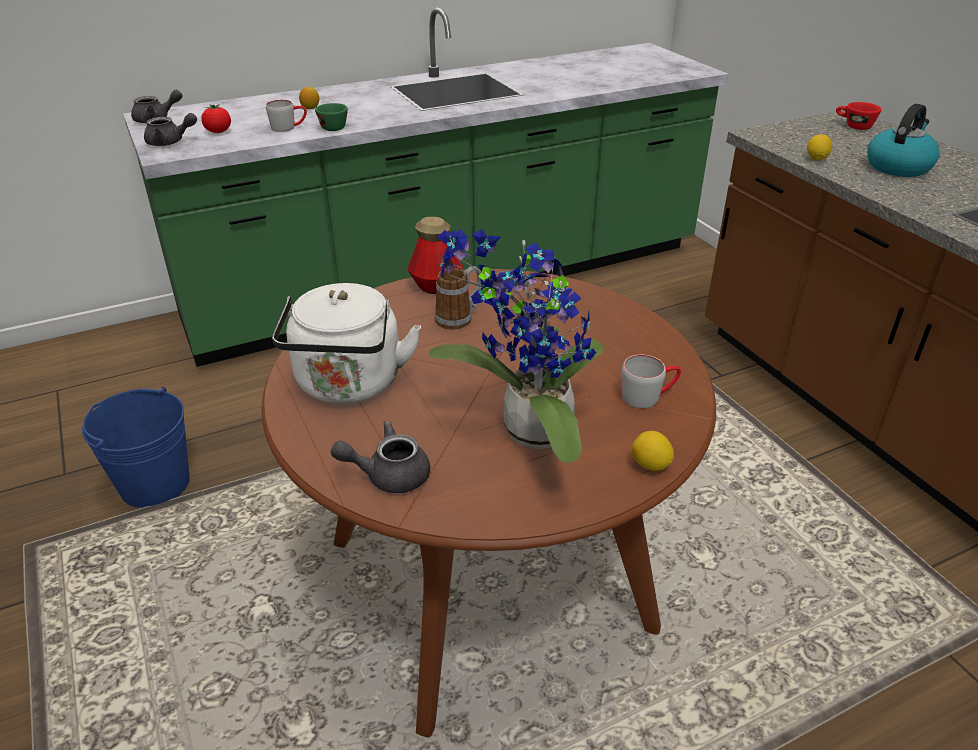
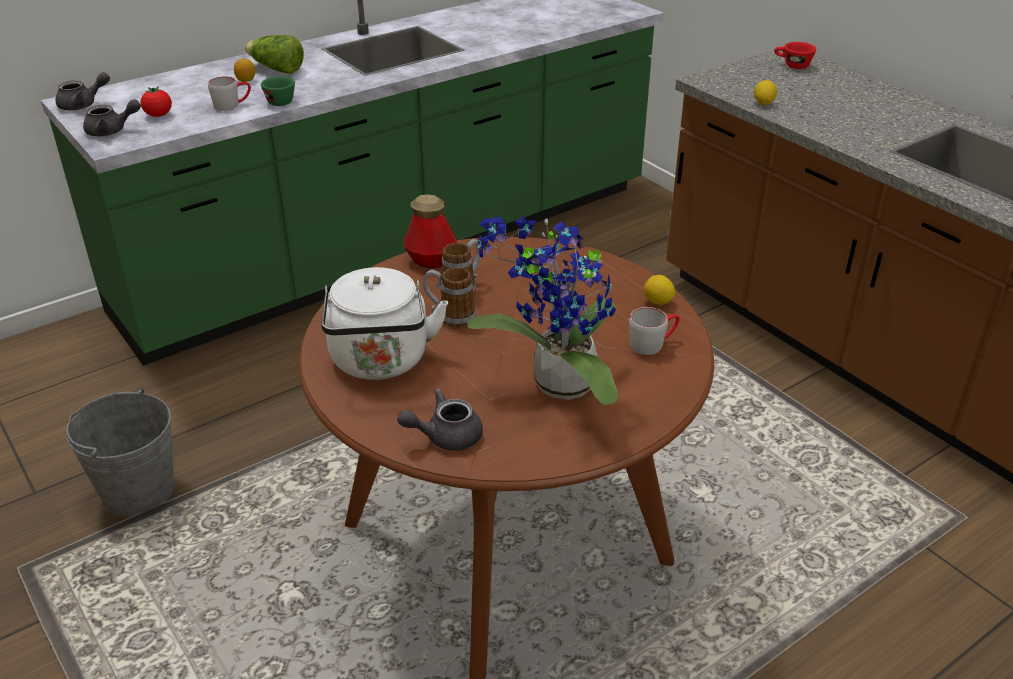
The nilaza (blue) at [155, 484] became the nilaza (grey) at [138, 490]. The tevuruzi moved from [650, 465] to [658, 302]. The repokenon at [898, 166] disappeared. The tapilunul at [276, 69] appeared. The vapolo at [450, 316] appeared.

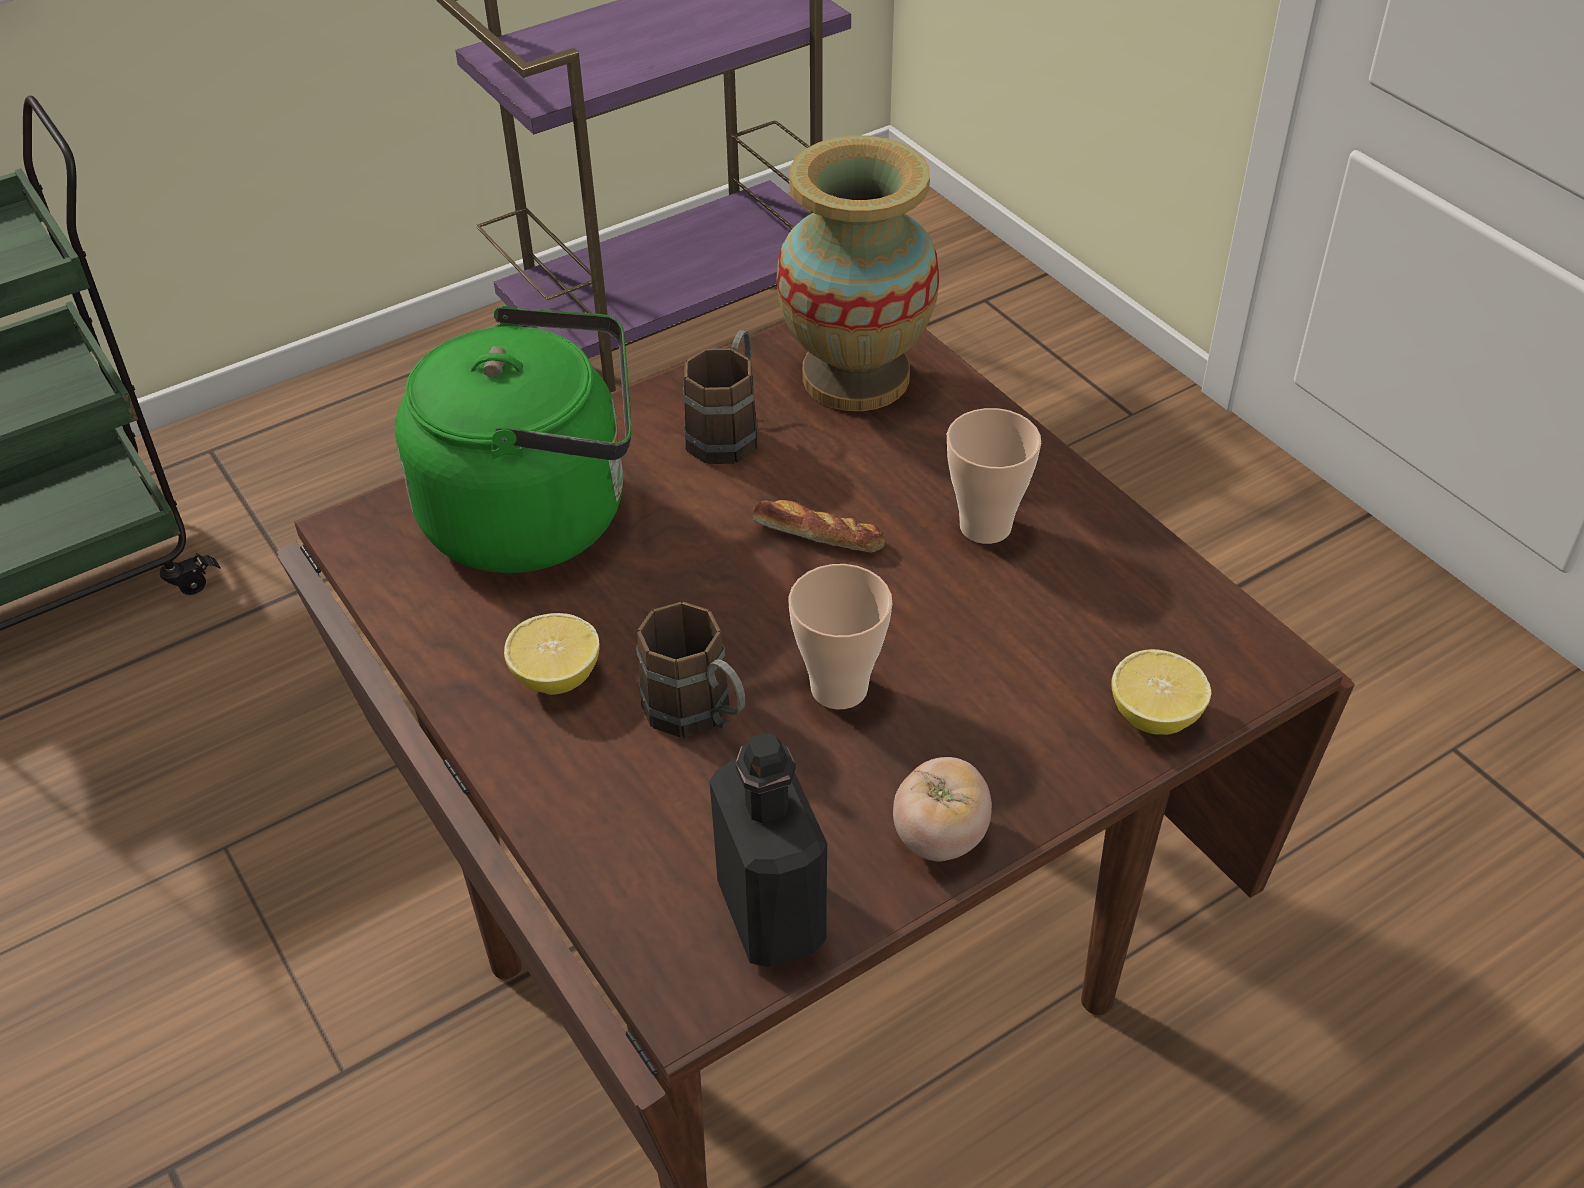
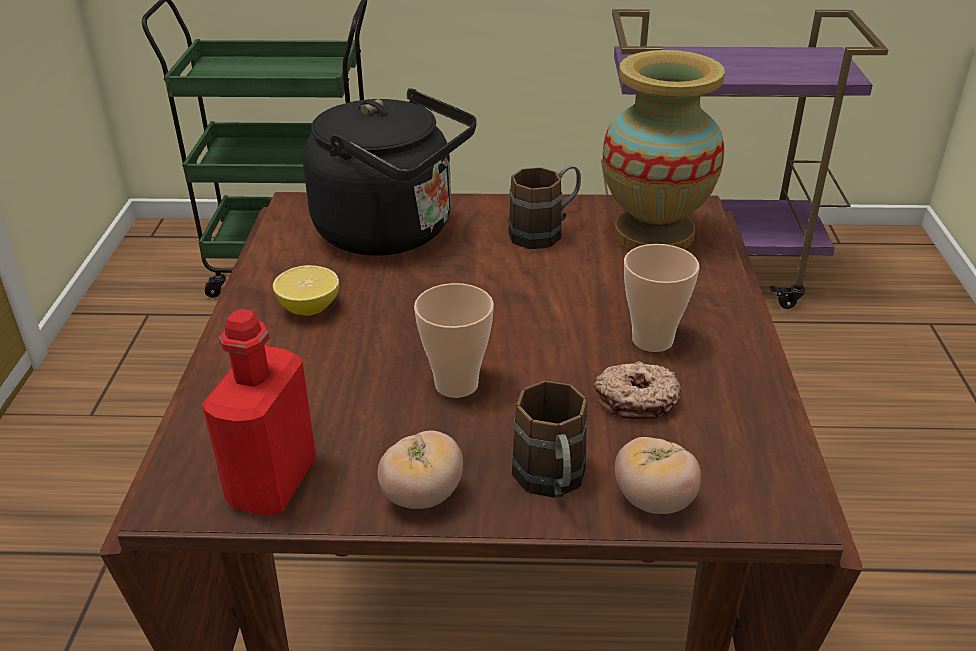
The repokenon (green) at [539, 514] became the repokenon (black) at [393, 232]. The vapolo (brown) moved from [699, 716] to [552, 484]. The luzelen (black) at [771, 914] became the luzelen (red) at [272, 483]. The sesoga at [818, 534] disappeared. The tevuruzi at [1154, 715] was replaced by the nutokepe at [653, 500]. The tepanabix at [636, 399] appeared.

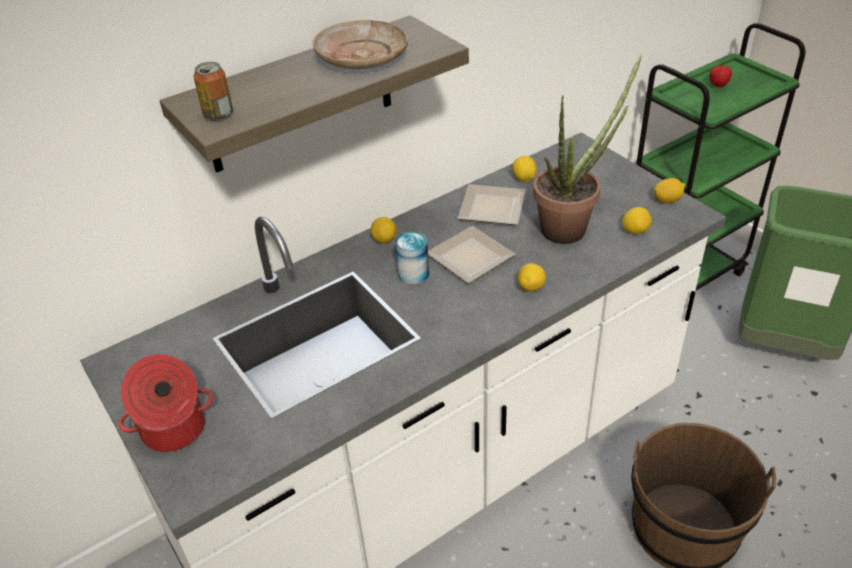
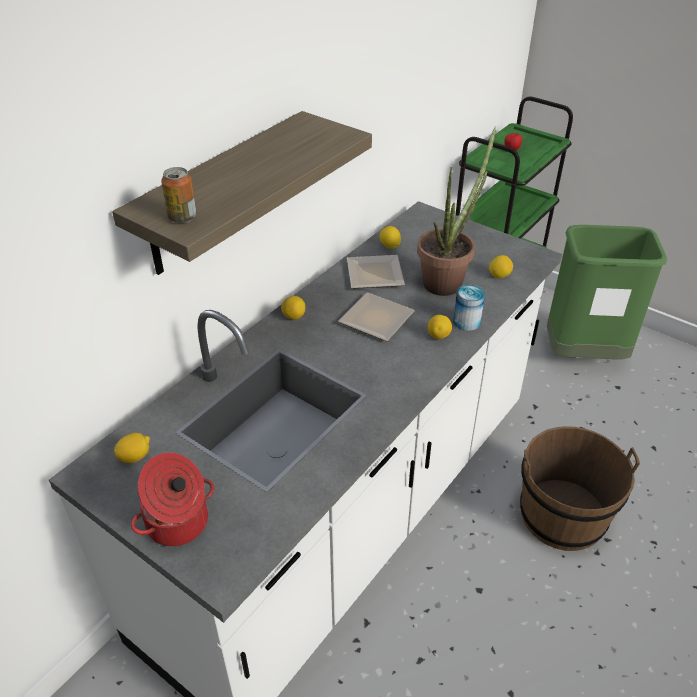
The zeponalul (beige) at [361, 57] disappeared. The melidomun moved from [413, 274] to [466, 322]. The tevuruzi moved from [667, 200] to [135, 456].

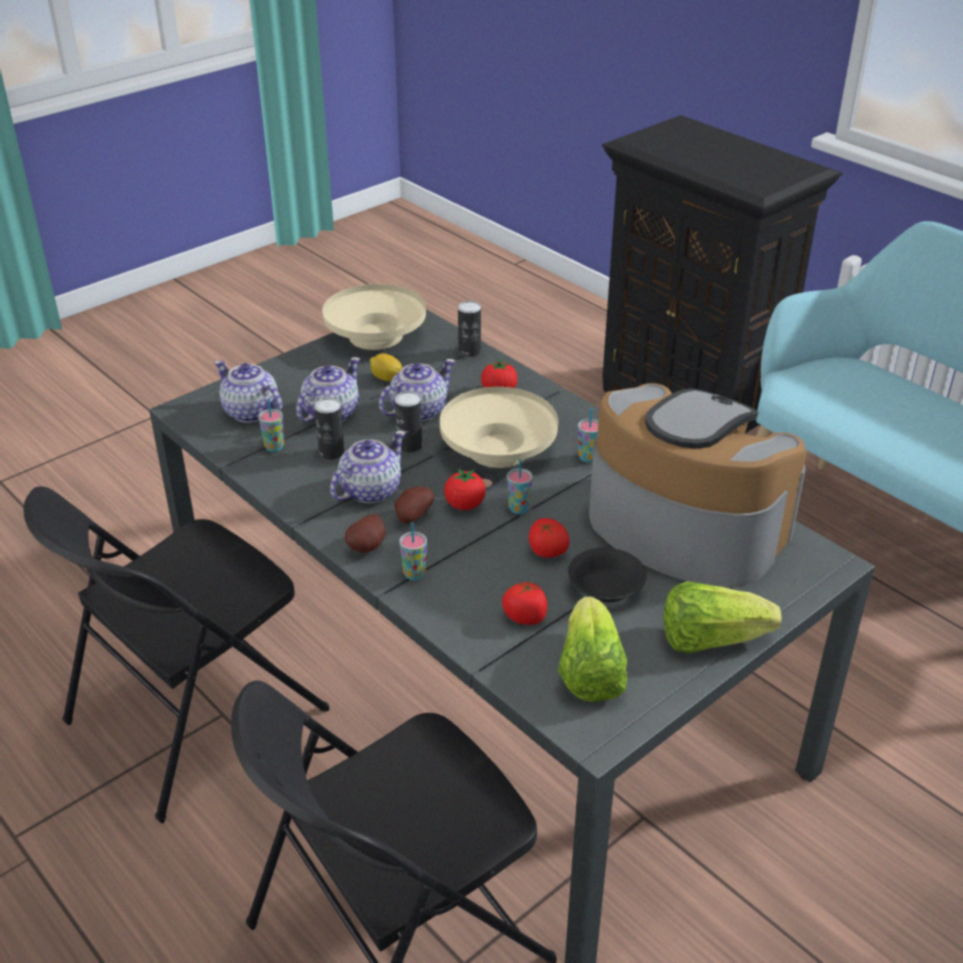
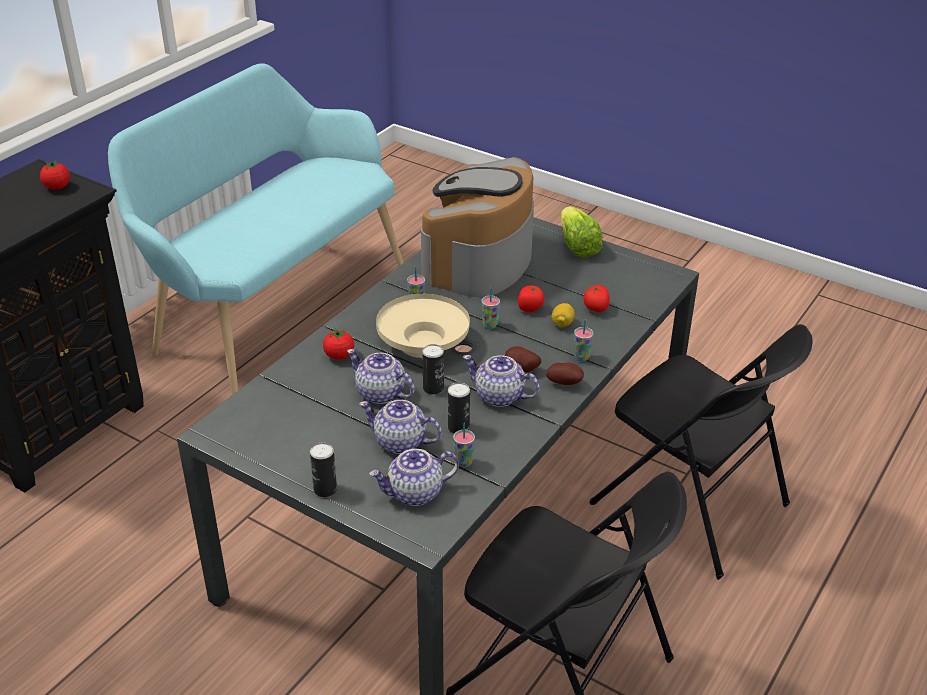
The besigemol at [250, 412] turned 45 degrees clockwise. The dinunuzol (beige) at [375, 336] disappeared. The tevuruzi moved from [386, 378] to [562, 324]. The nutokepe moved from [465, 505] to [57, 187]. The melidomun moved from [469, 351] to [325, 489]. The tapilunul at [590, 672] disappeared. The dinunuzol (black) at [604, 589] disappeared.

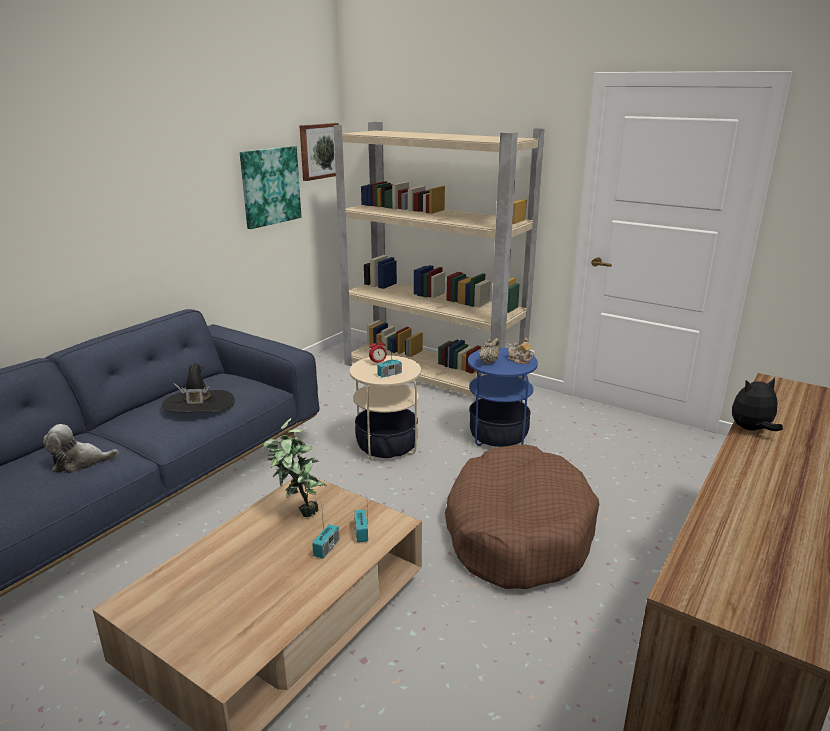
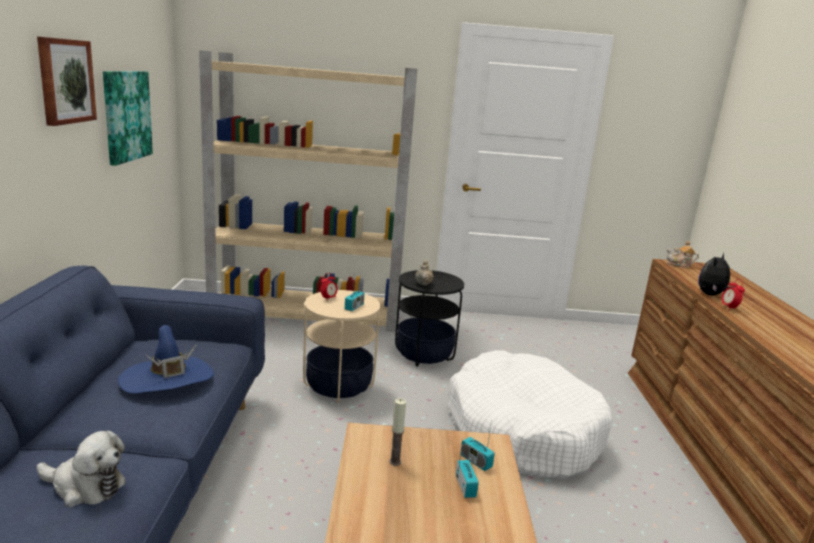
The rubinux at [79, 462] turned 120 degrees counterclockwise. The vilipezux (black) at [198, 405] became the vilipezux (blue) at [167, 379]. The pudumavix at [298, 512] was replaced by the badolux at [395, 462]. The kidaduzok moved from [319, 151] to [65, 81]. The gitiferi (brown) at [517, 532] became the gitiferi (white) at [522, 429]. The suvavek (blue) at [498, 437] became the suvavek (black) at [424, 355]. The besigemol moved from [519, 360] to [679, 265]. The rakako at [729, 308] appeared.

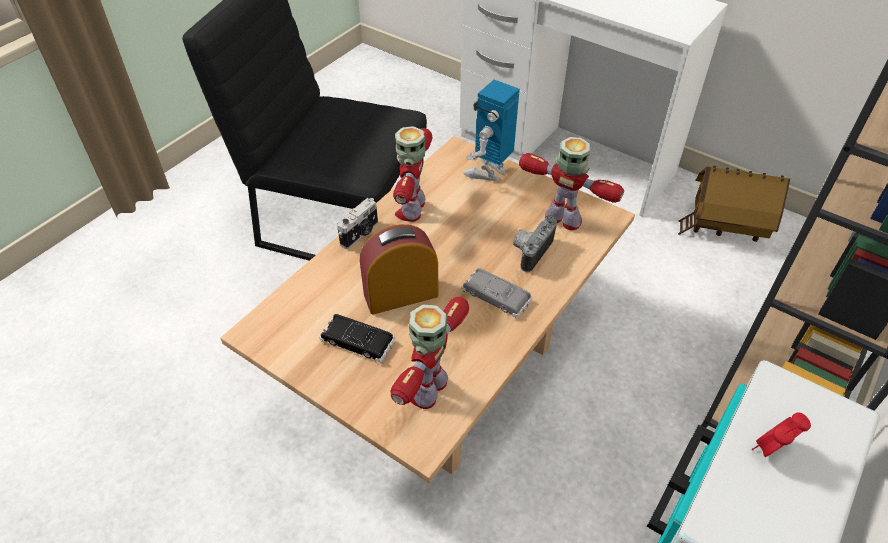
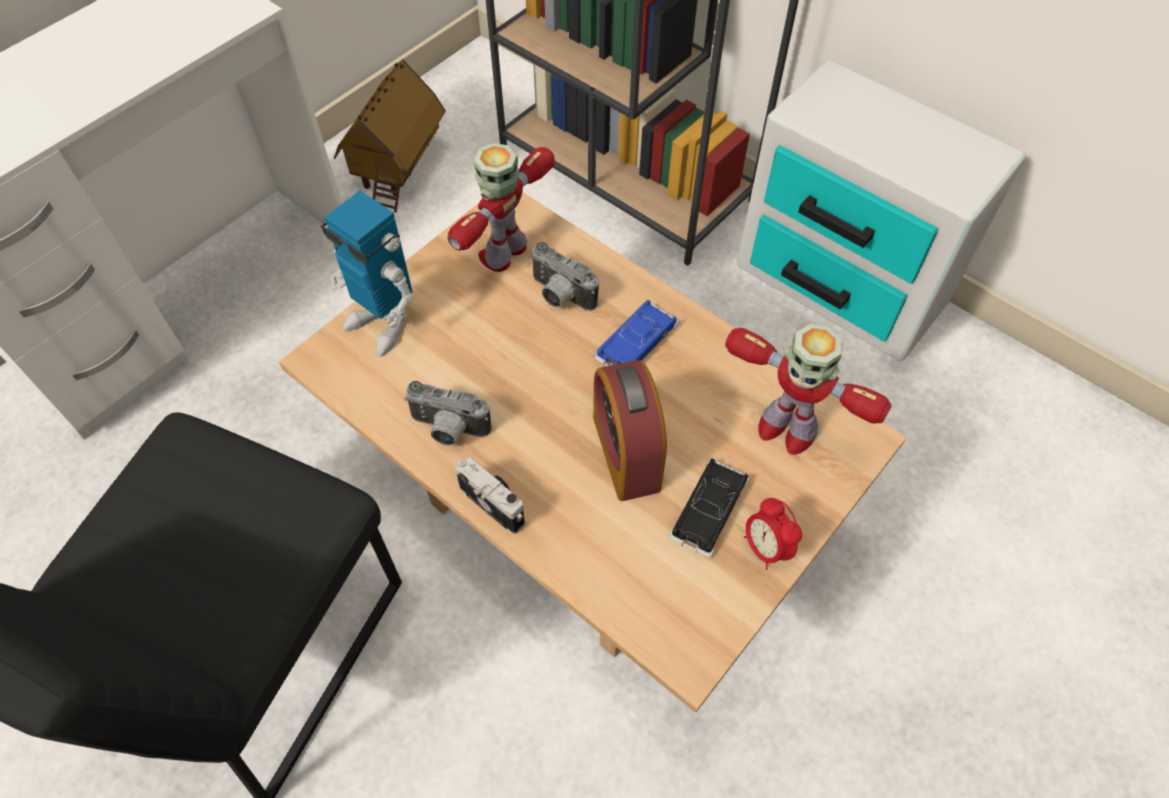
The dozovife at [412, 208] was replaced by the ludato at [448, 430]. The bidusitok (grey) at [496, 296] became the bidusitok (blue) at [636, 343]. The rakako moved from [770, 450] to [765, 548].

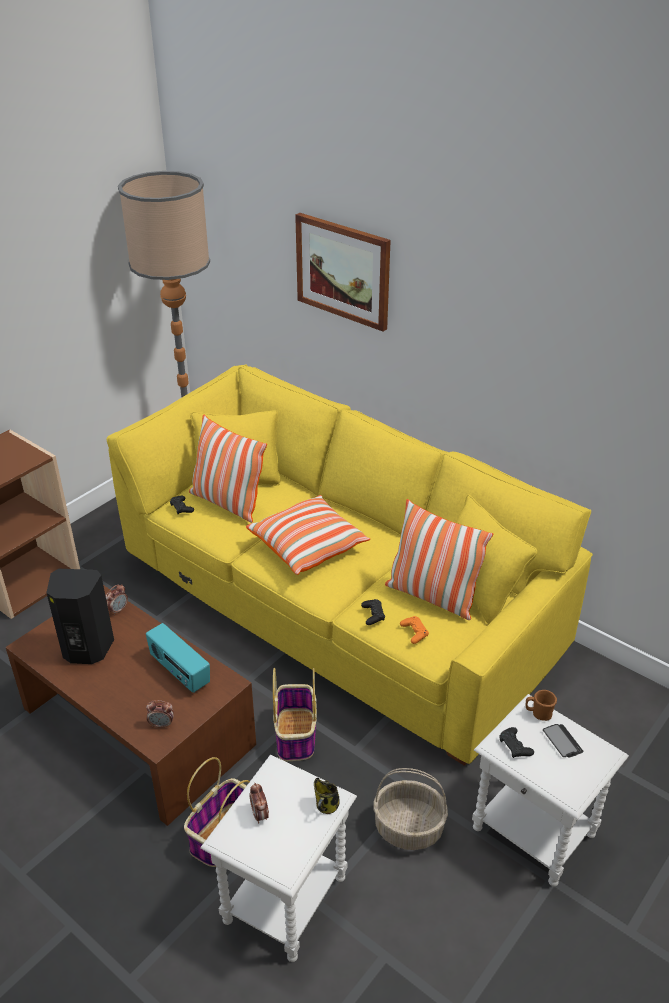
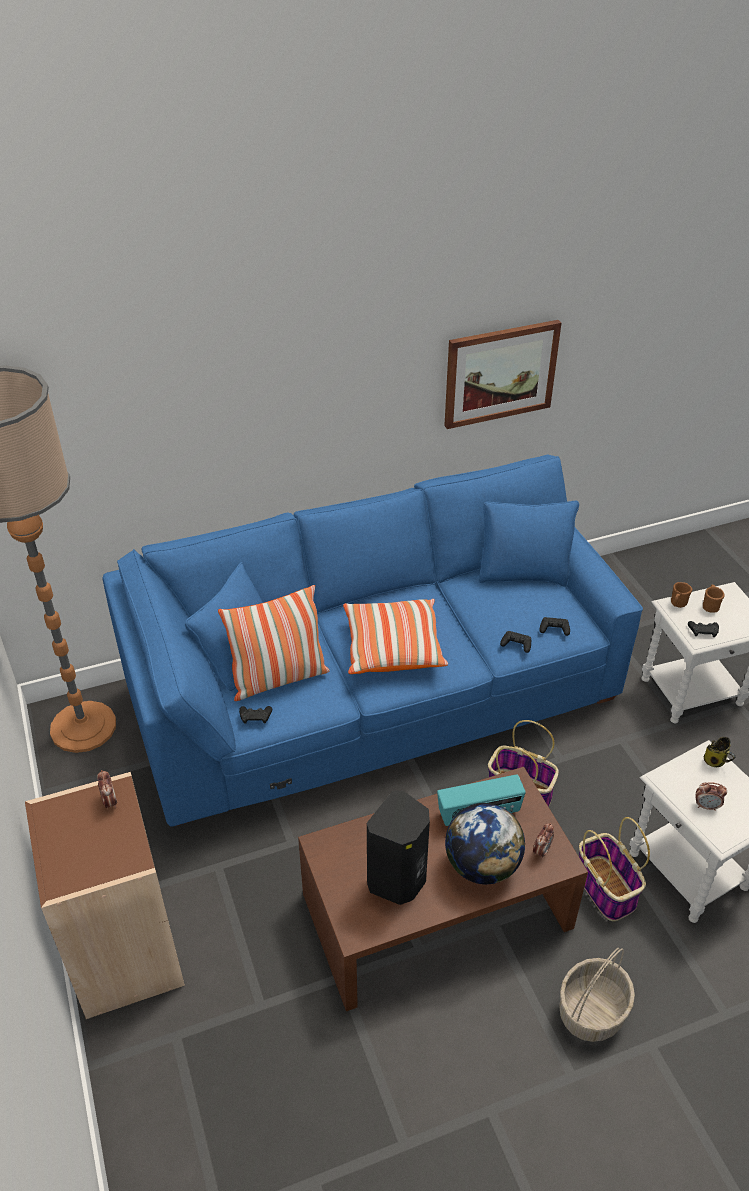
The rakako moved from [118, 610] to [110, 802]. The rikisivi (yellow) at [334, 602] became the rikisivi (blue) at [373, 695]. The kidaduzok moved from [343, 270] to [500, 373]. The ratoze moved from [409, 828] to [591, 1010]. The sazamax at [432, 596] disappeared. The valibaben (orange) at [414, 632] became the valibaben (black) at [554, 629]. The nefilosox at [562, 741] was replaced by the vapolo (brown) at [710, 605]. The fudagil at [482, 865] appeared.

